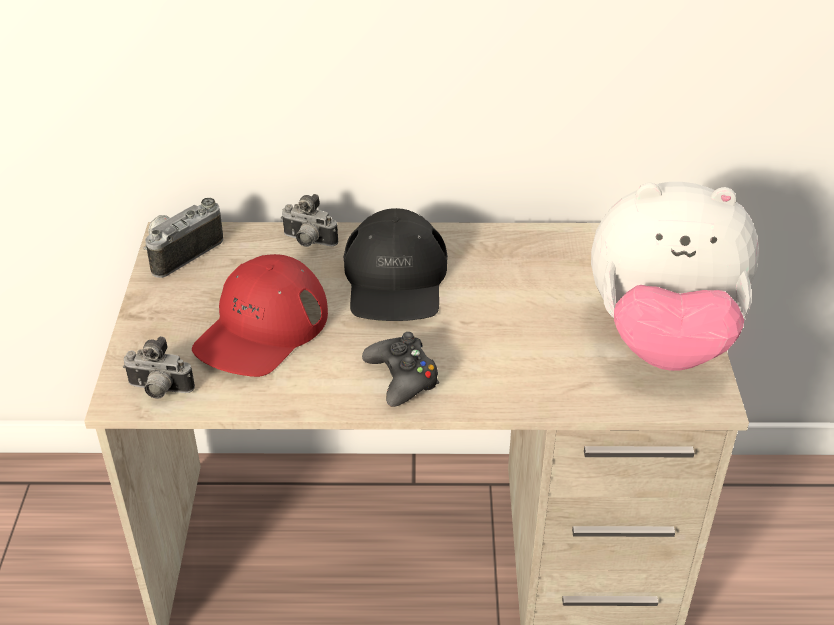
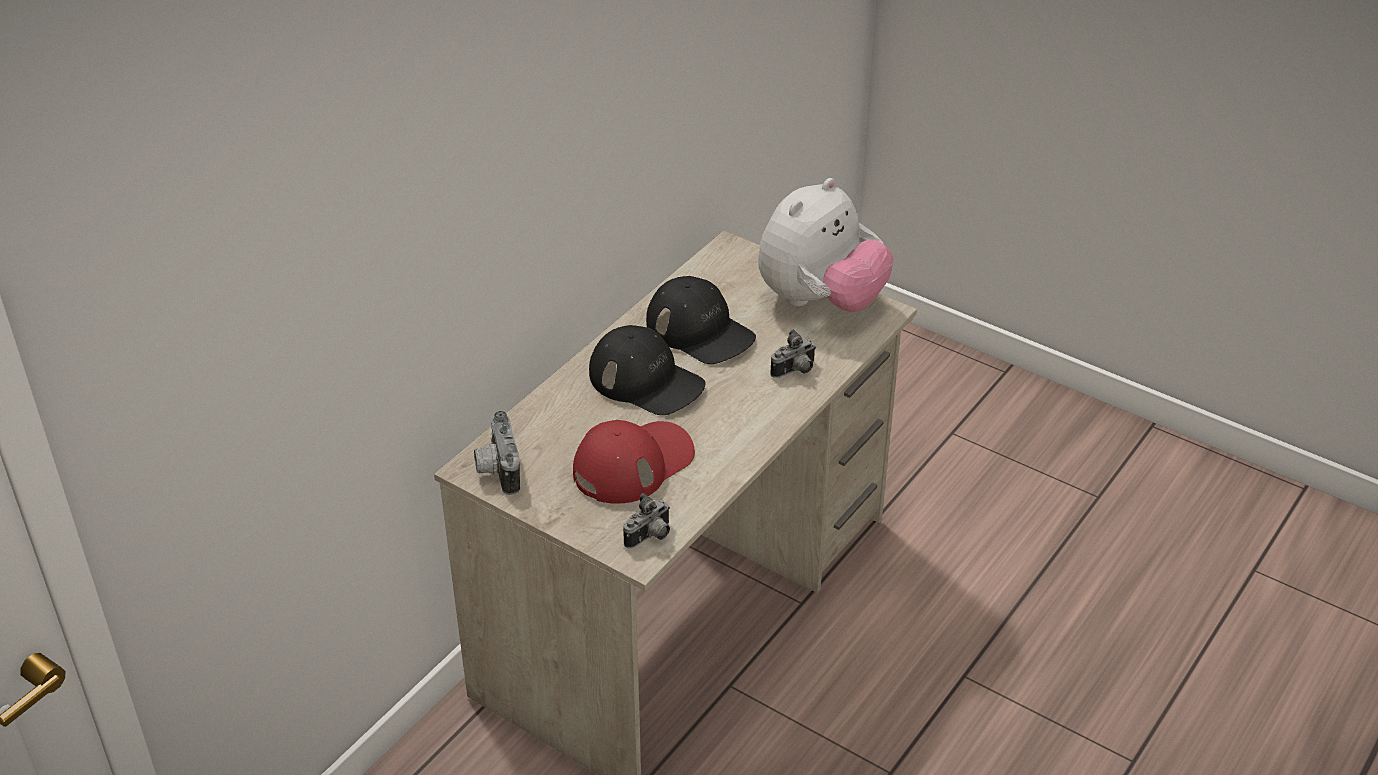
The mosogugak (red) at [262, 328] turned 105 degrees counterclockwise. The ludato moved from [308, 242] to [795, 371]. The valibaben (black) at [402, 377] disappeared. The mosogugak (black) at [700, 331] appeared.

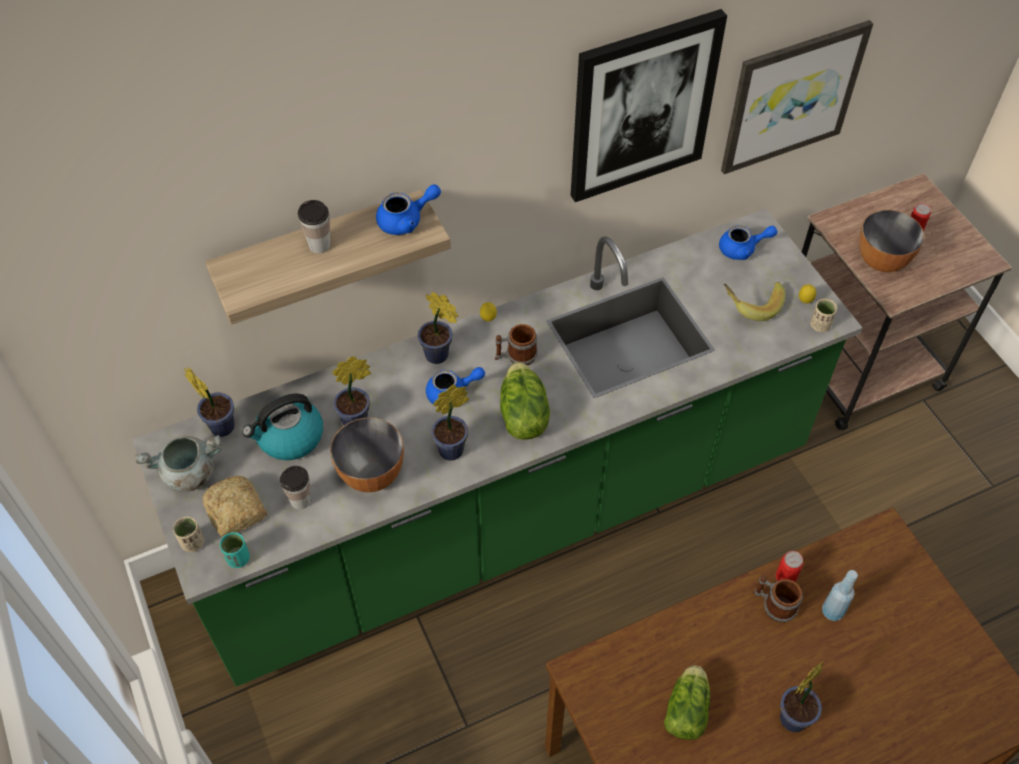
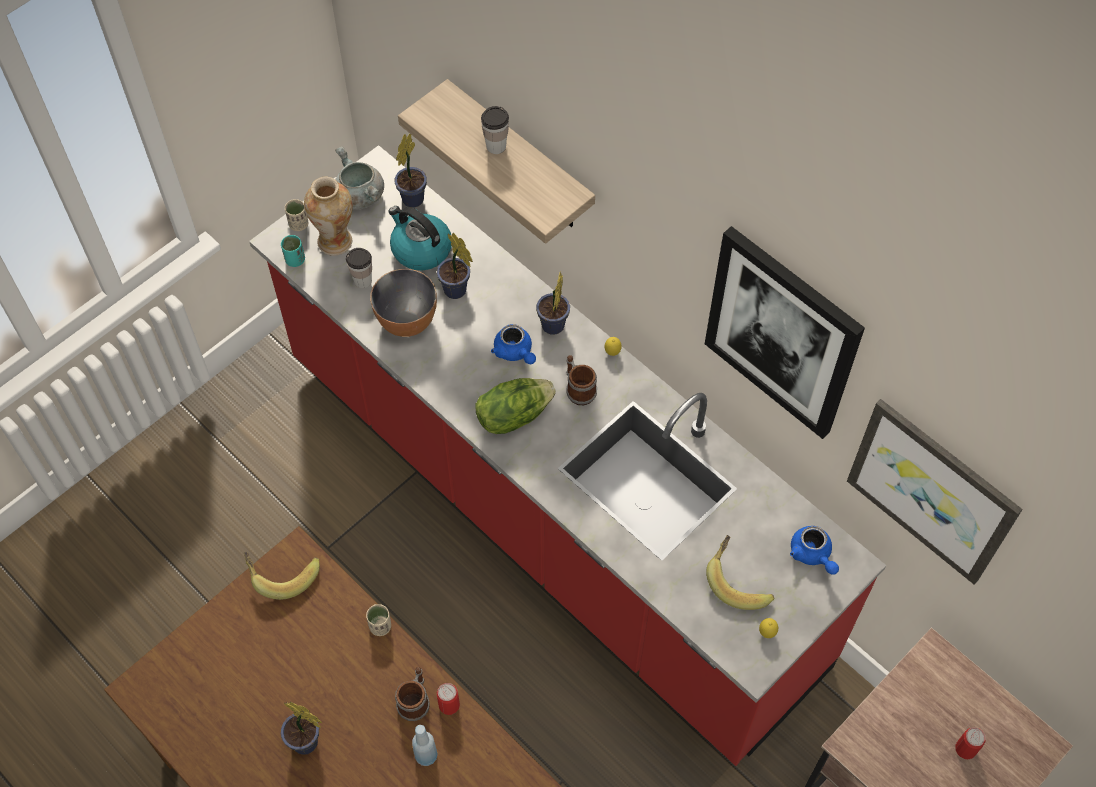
The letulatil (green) at [509, 516] became the letulatil (red) at [548, 513]. The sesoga at [235, 513] was replaced by the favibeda at [335, 241]. The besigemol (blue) at [406, 220] disappeared. The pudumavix at [454, 449] disappeared. The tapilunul at [687, 708] disappeared. The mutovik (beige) moved from [820, 325] to [380, 626]. The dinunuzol at [882, 261] disappeared. The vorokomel at [282, 574] appeared.

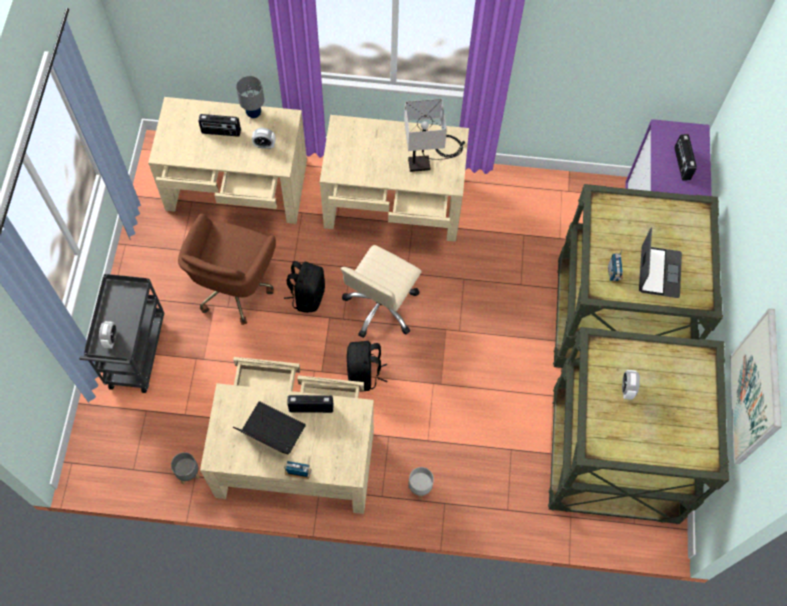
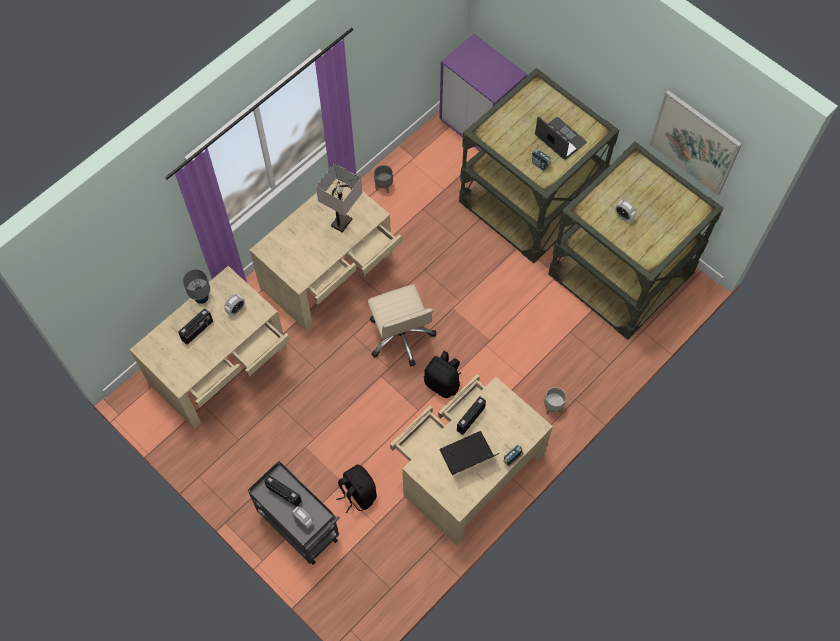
The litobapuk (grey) moved from [188, 473] to [383, 186]. The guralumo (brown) at [236, 288] disappeared. The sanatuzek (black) moved from [307, 296] to [357, 494]. The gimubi moved from [681, 164] to [283, 494].

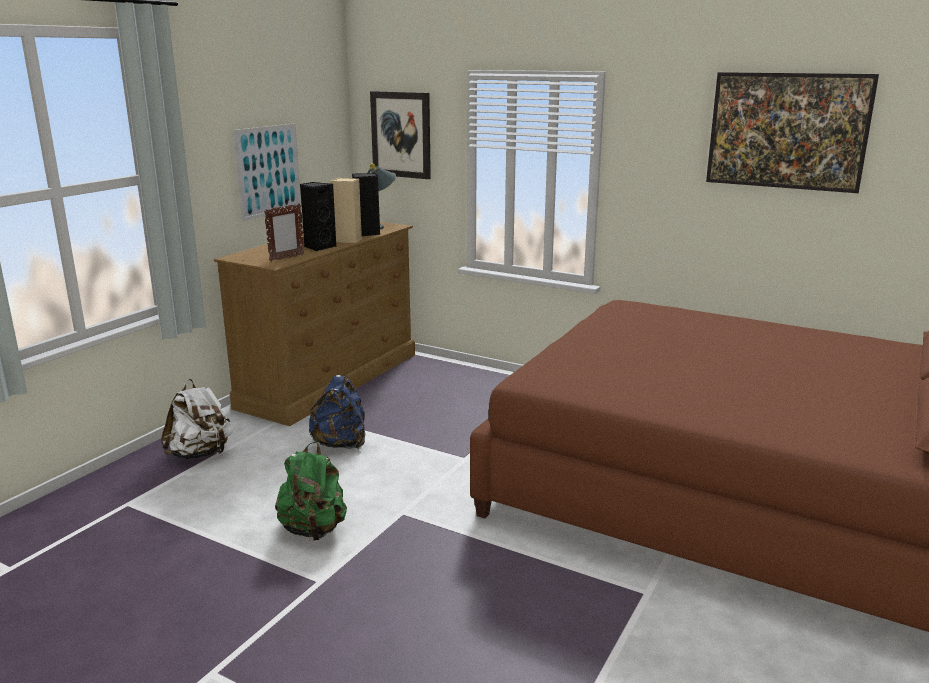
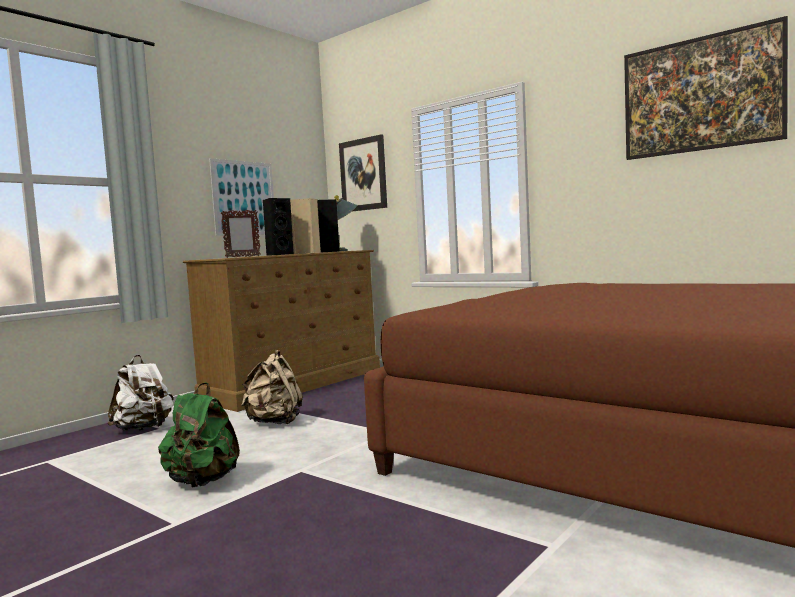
The sanatuzek (blue) at [340, 444] became the sanatuzek (beige) at [275, 422].

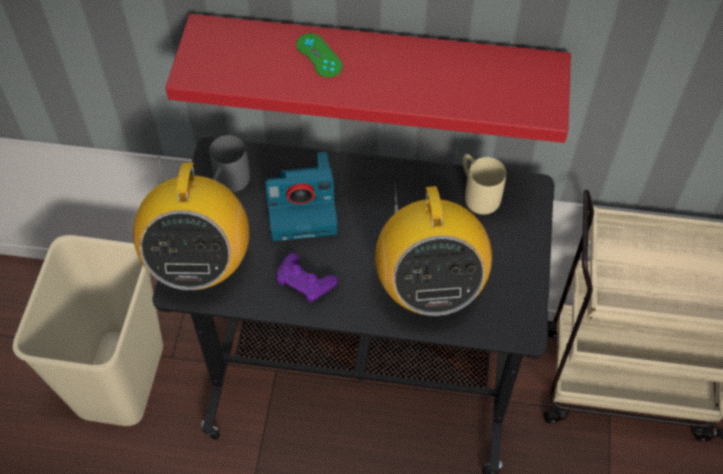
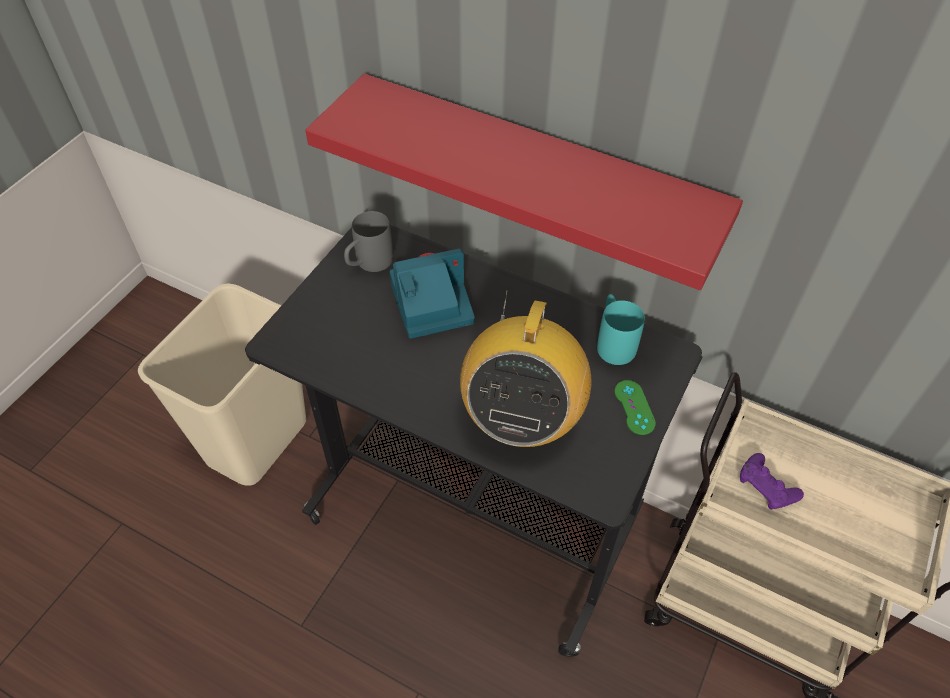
The gimubi at [200, 263] disappeared. The ludato at [303, 207] turned 150 degrees clockwise. The valibaben (purple) moved from [305, 281] to [766, 486]. The valibaben (green) moved from [319, 55] to [634, 407]. The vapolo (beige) at [477, 194] became the vapolo (turquoise) at [613, 342].

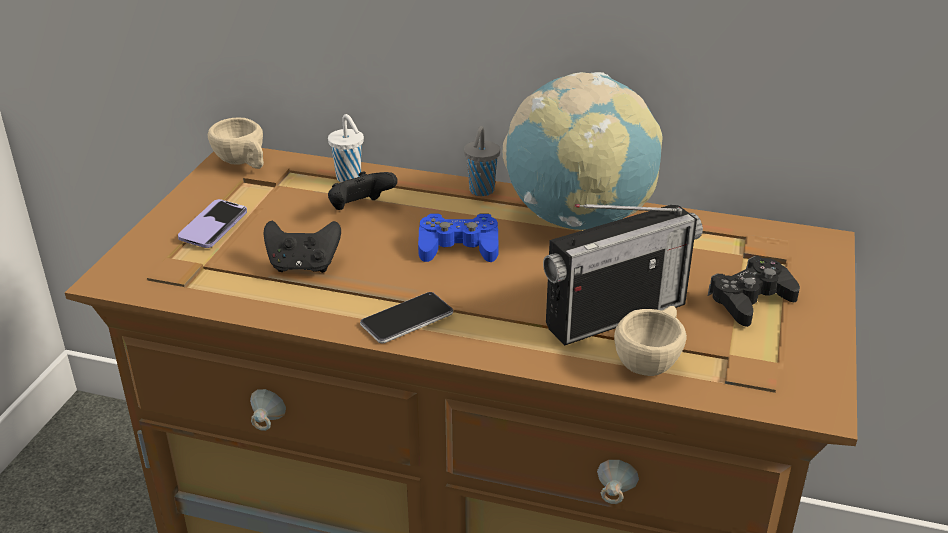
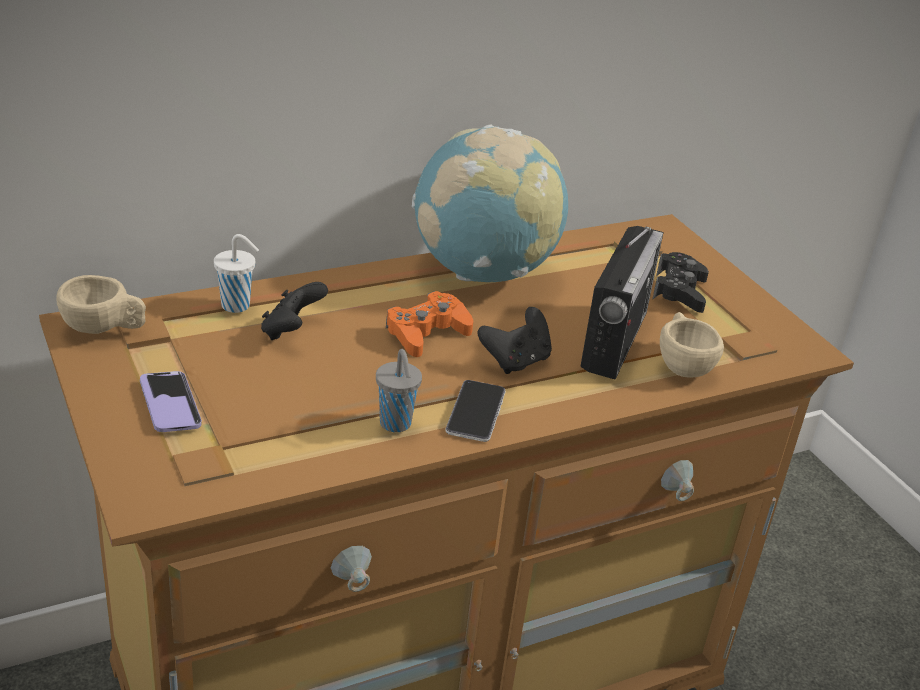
The valibaben (black) moved from [303, 266] to [516, 361]. The valibaben (blue) at [458, 247] became the valibaben (orange) at [426, 333]. The mutovik (grey) moved from [481, 191] to [396, 425].

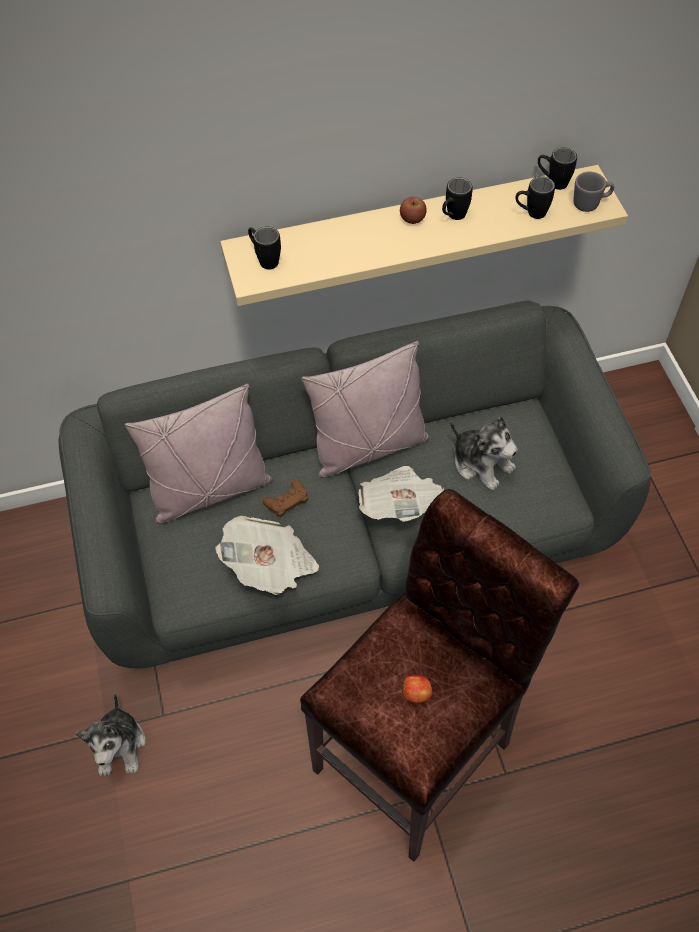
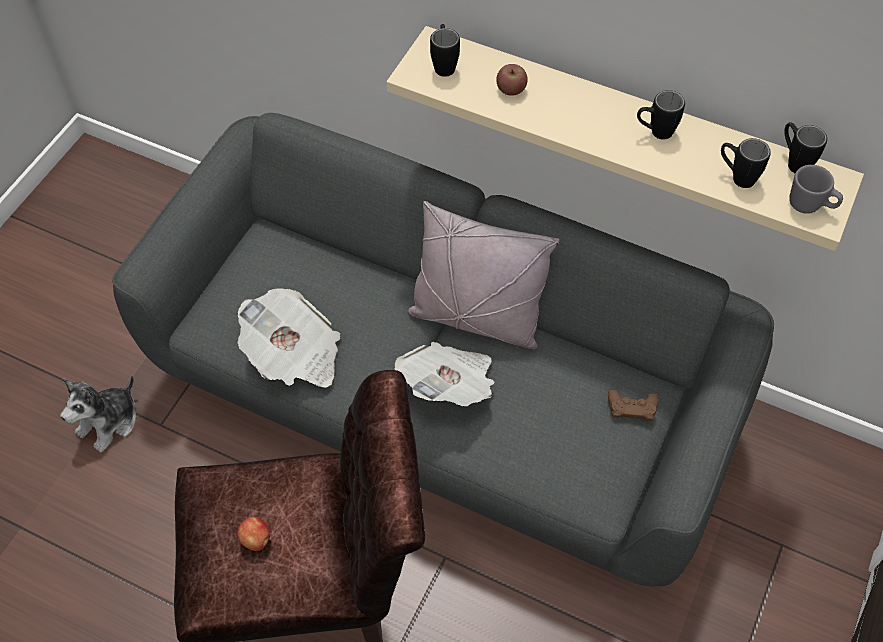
The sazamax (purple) at [210, 490] disappeared. The valibaben (brown) moved from [286, 501] to [632, 407]. The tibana moved from [412, 218] to [511, 89]. The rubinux at [481, 463] disappeared.

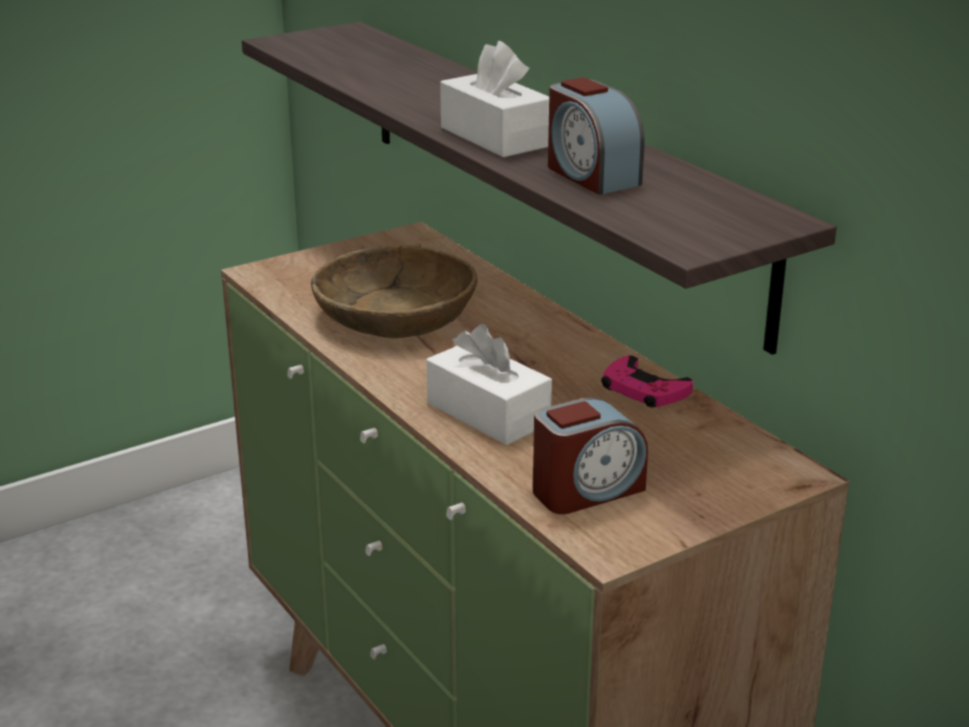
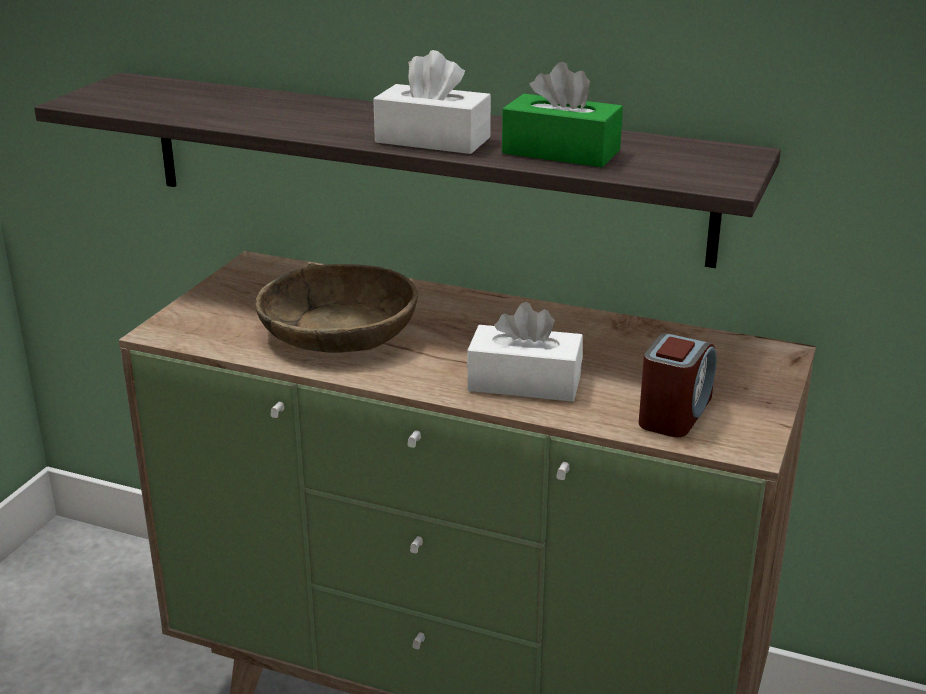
The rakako at [591, 175] was replaced by the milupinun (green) at [561, 152]. The valibaben (pink) at [643, 390] disappeared.

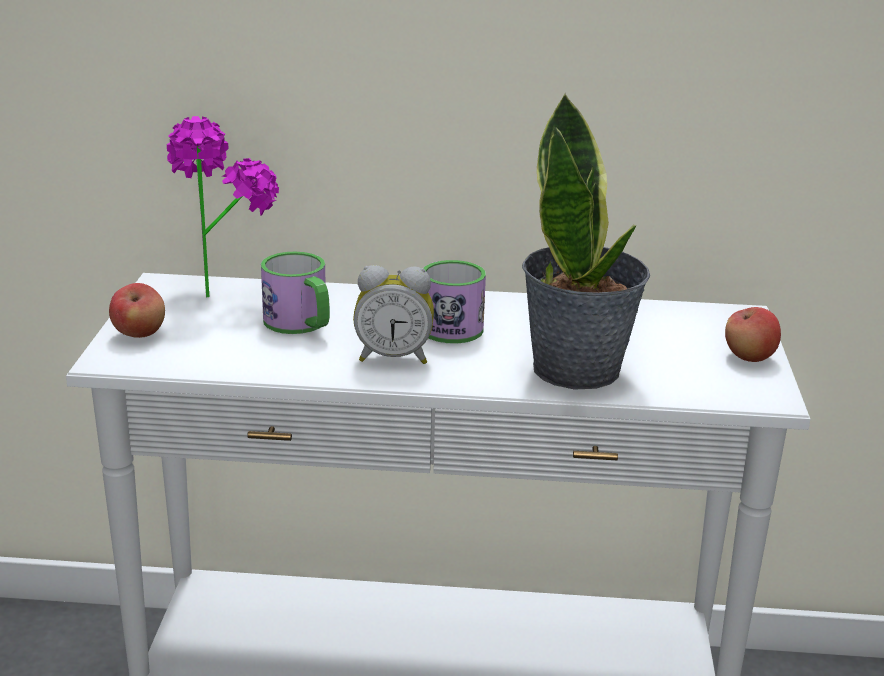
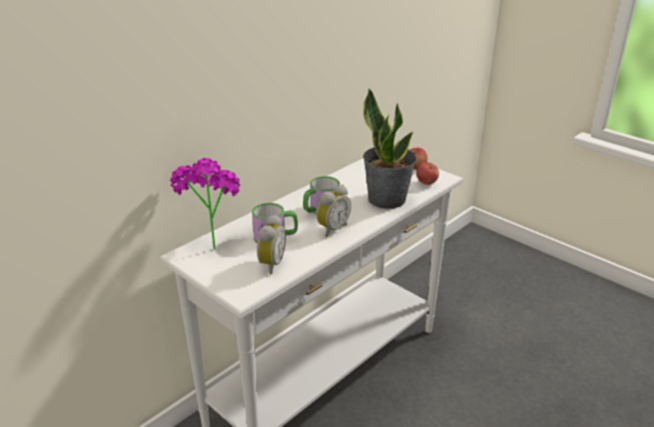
The tibana moved from [139, 334] to [426, 183]. The rakako at [270, 264] appeared.

